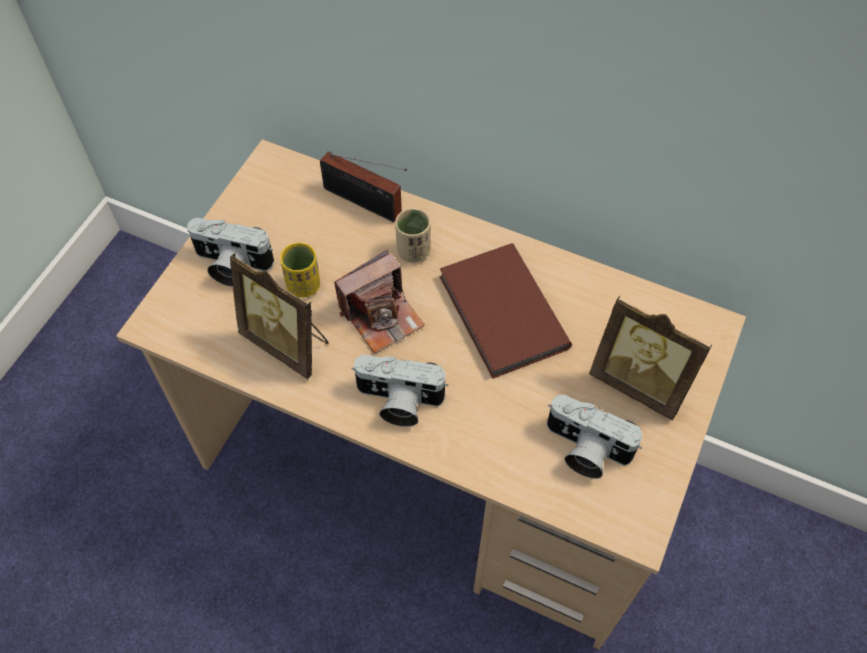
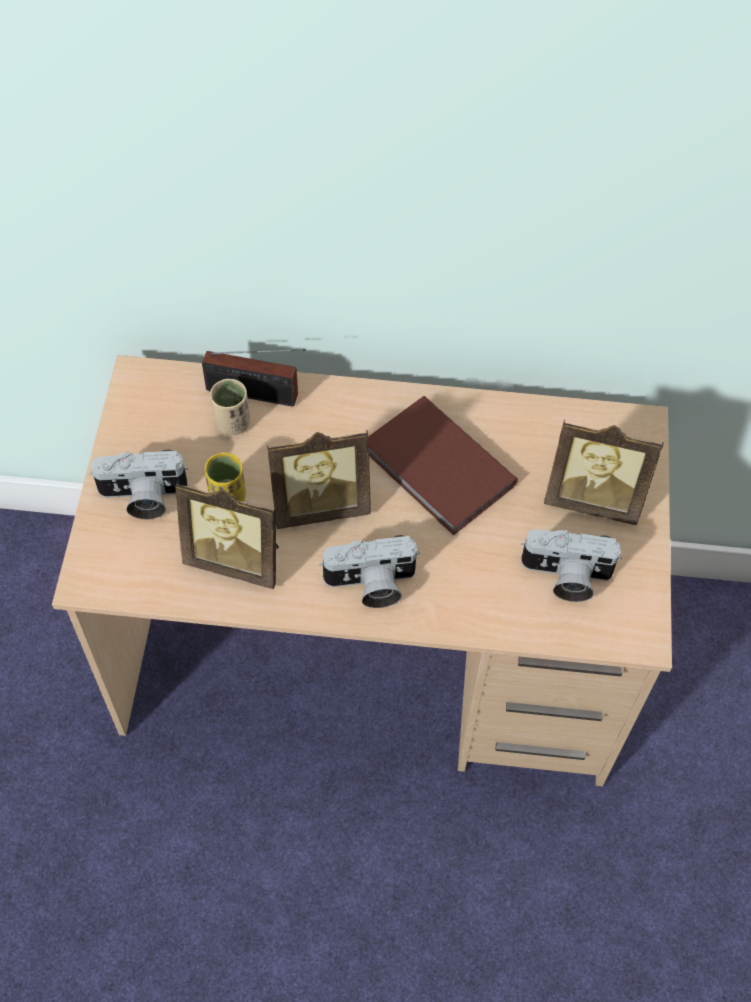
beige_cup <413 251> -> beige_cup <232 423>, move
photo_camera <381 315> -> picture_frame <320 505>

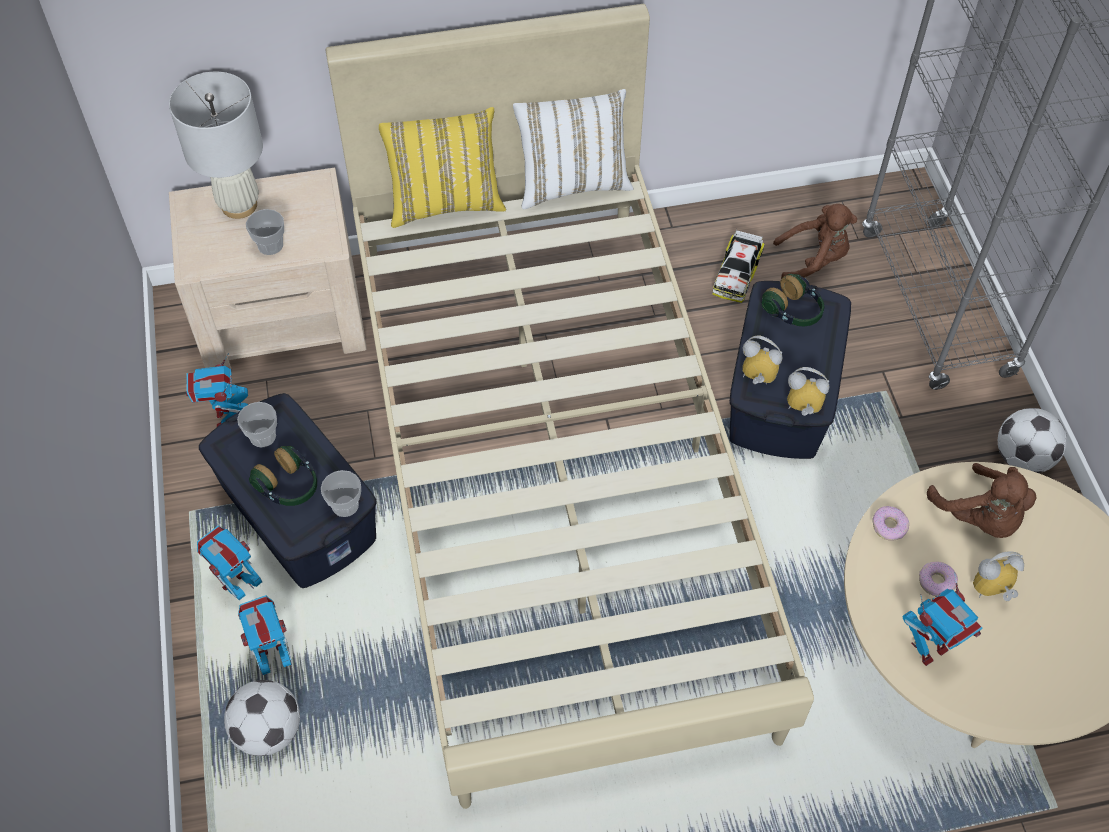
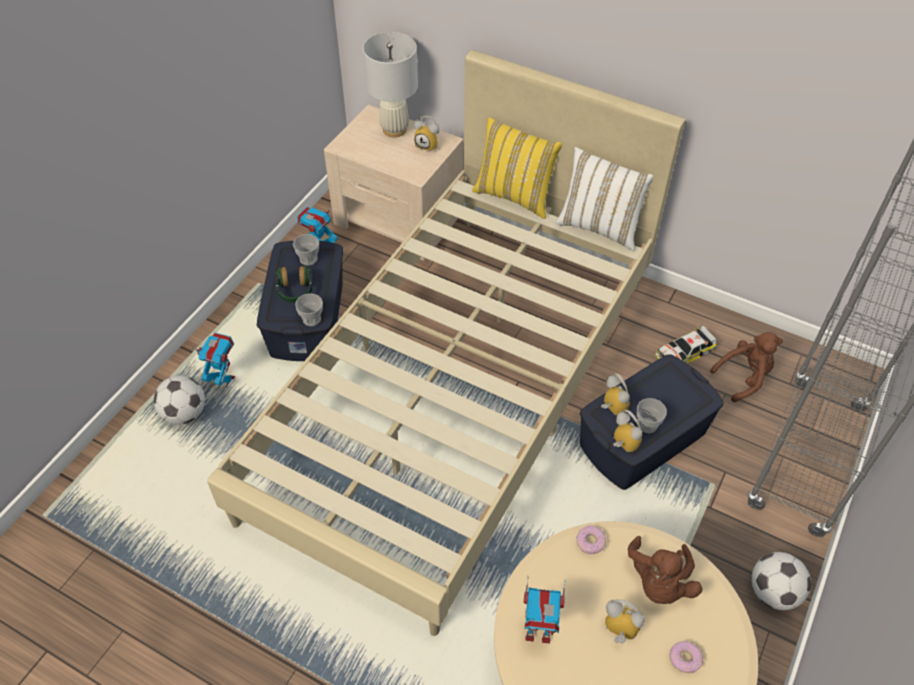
brown_plush_toy <813 261> -> brown_plush_toy <744 377>, 60 degrees counterclockwise
cup <270 245> -> cup <647 425>, move
headphones <793 311> -> none
toy_robot <239 586> -> none
donut <936 581> -> donut <684 659>, move
none -> alarm_clock <428 145>

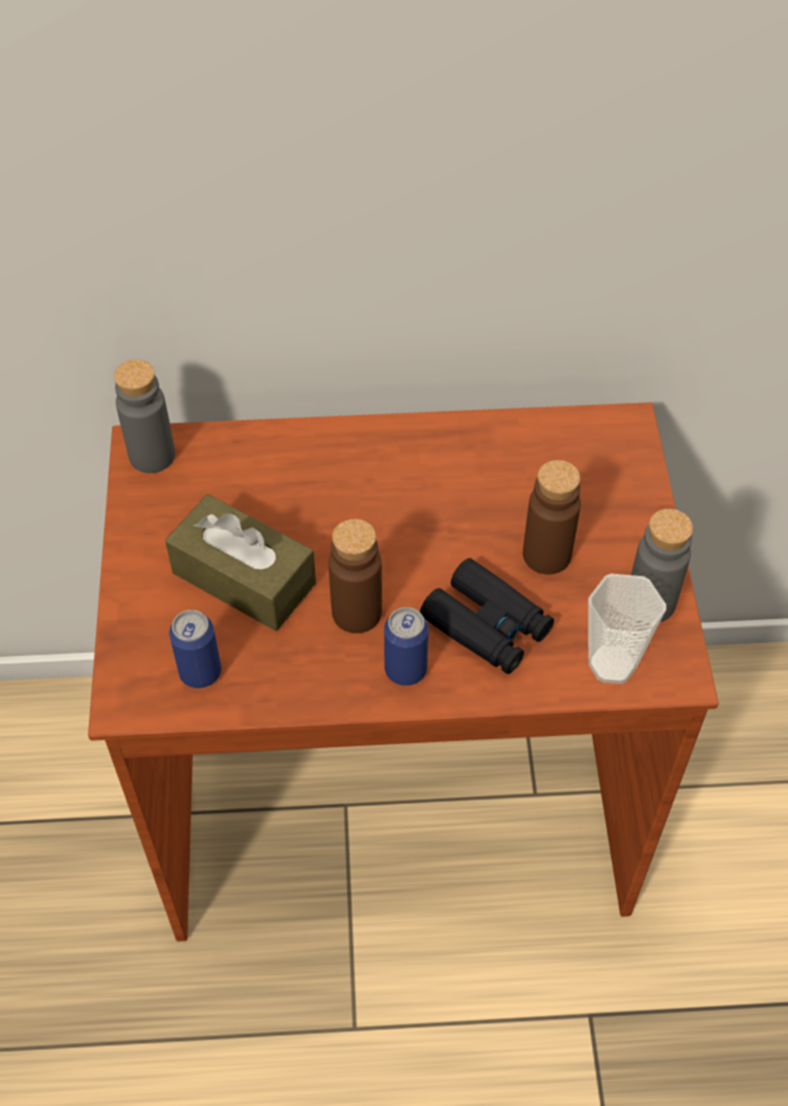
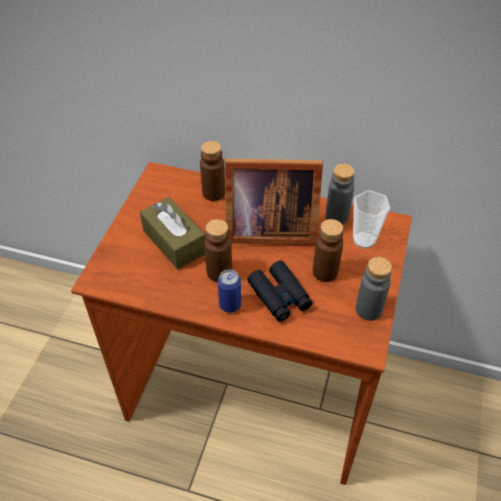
grey_bottle <152 455> -> grey_bottle <337 216>, move
cup <612 664> -> cup <364 240>, move
can <200 672> -> none
none -> brown_bottle <213 193>
none -> picture_frame <267 228>

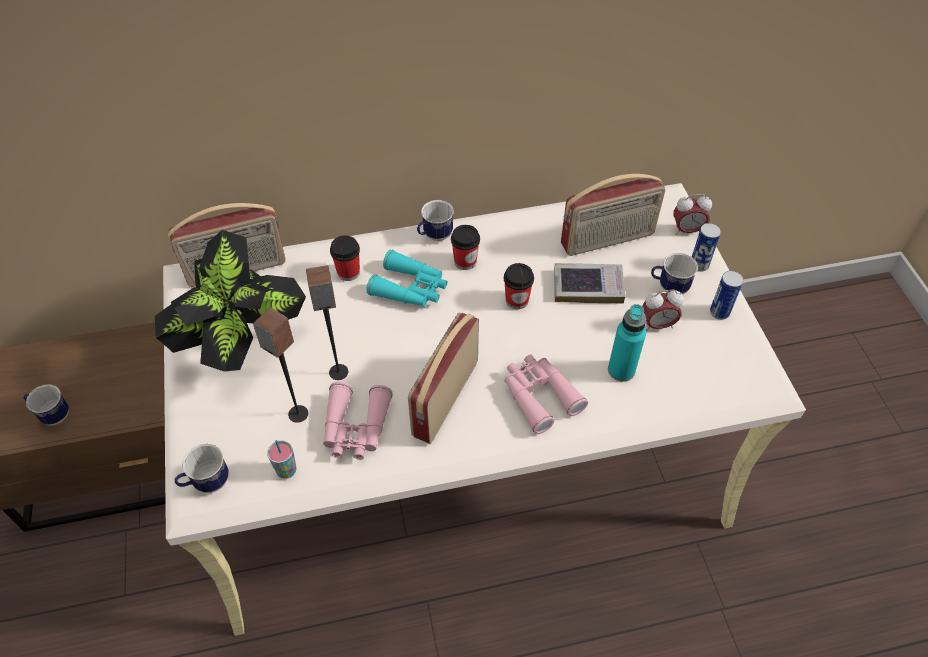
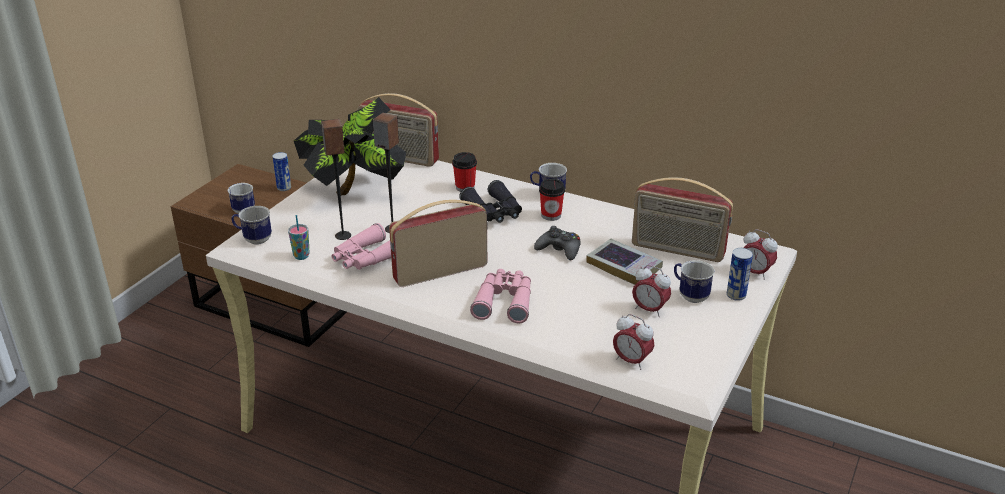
turquoise_binoculars <410 288> -> black_binoculars <494 212>
cup <517 300> -> black_game_controller <559 249>
can <719 312> -> can <284 188>, move
turquoise_bottle <621 370> -> none
none -> alarm_clock <631 361>

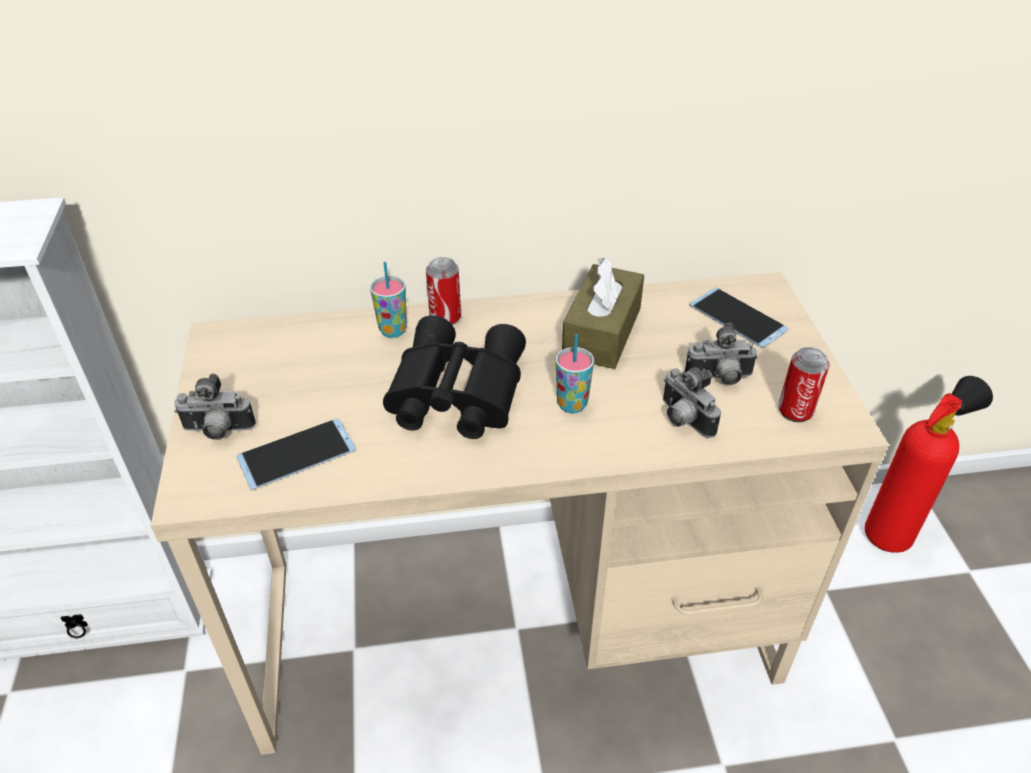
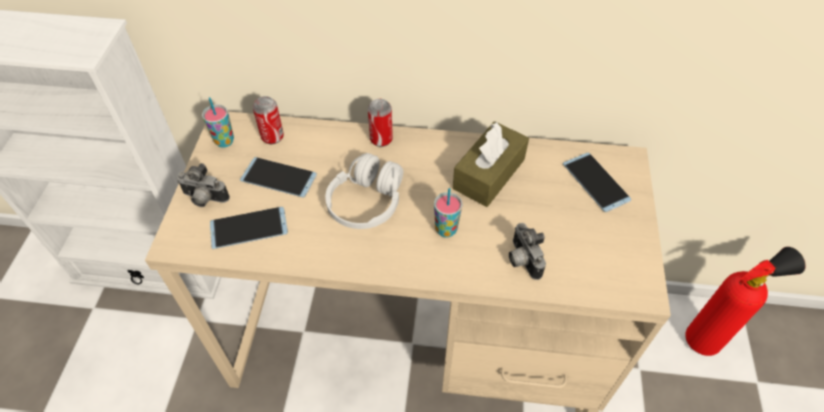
cup <393 330> -> cup <224 141>, move
black_binoculars <453 393> -> white_headphones <366 202>
photo_camera <719 379> -> none
can <795 411> -> can <272 137>, move
none -> phone <279 177>

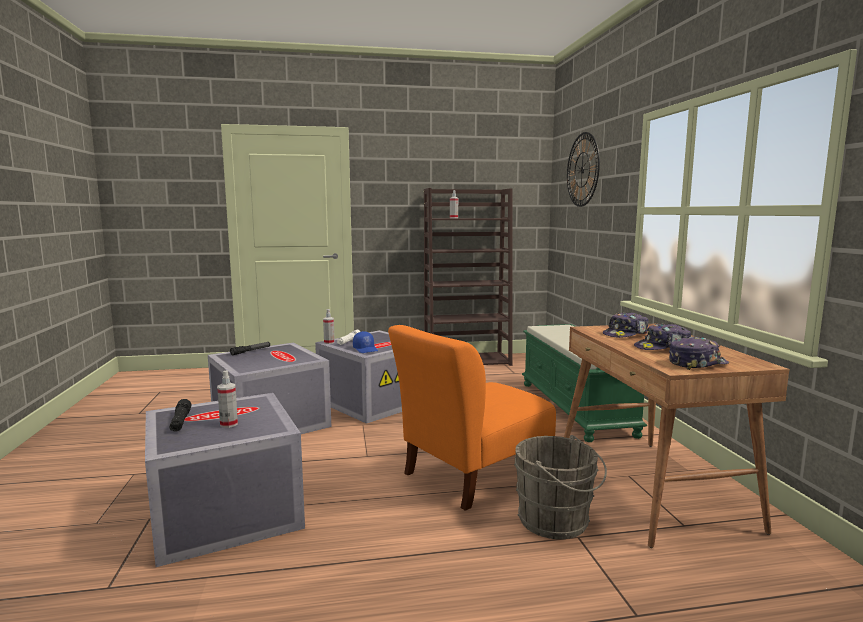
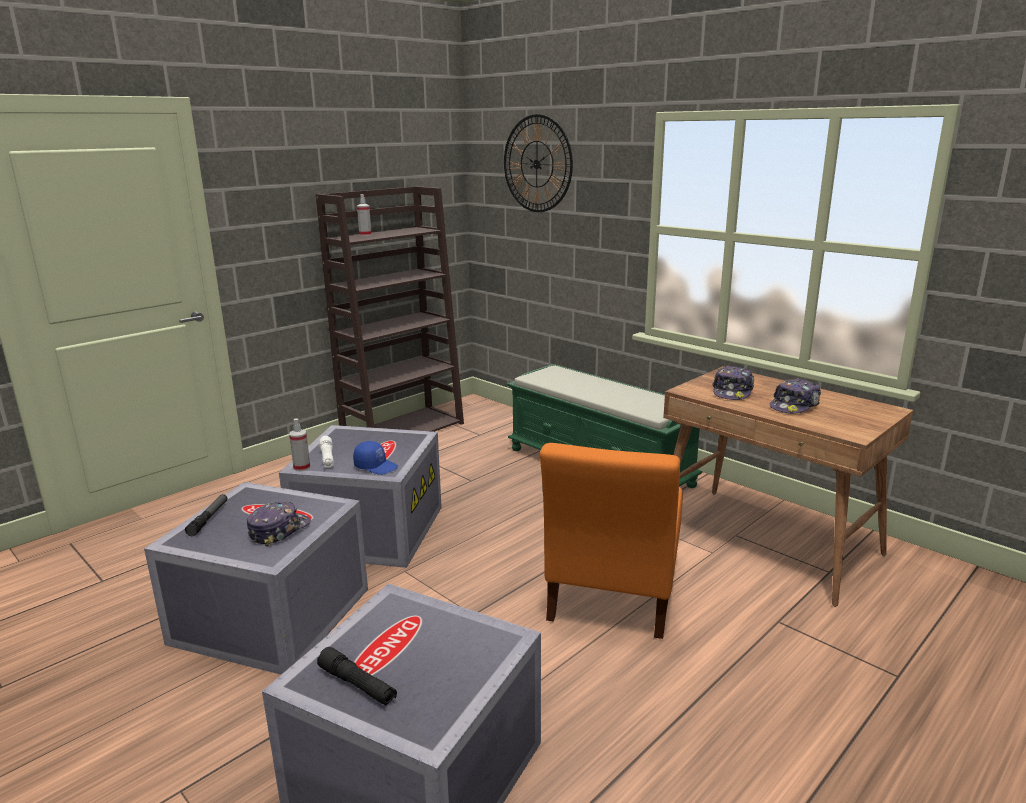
cap <697 363> -> cap <279 530>, move
spray_bottle <229 424> -> none
grey_bucket <557 522> -> none

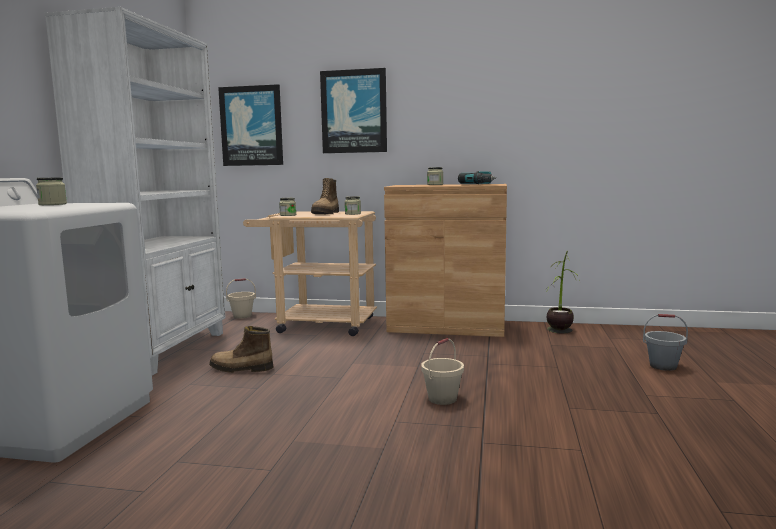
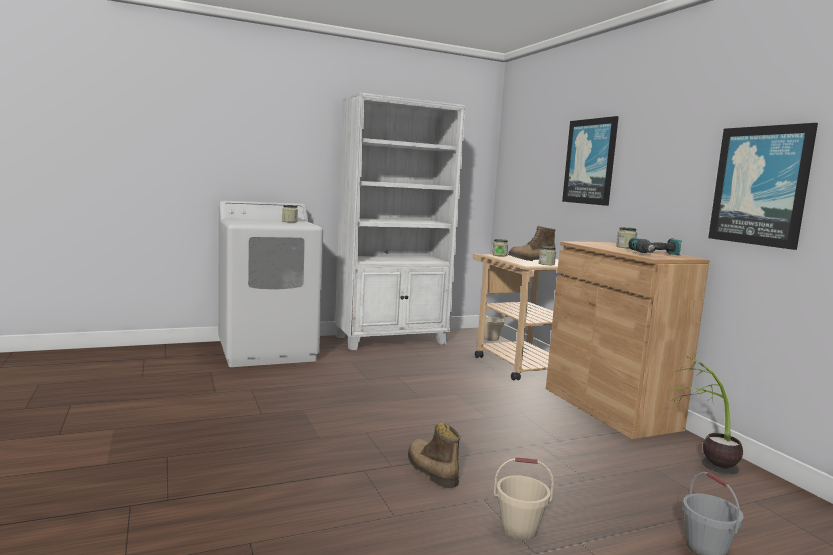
picture <251 126> -> picture <760 185>, move
boot <241 369> -> boot <430 470>, move
beige_bucket <442 399> -> beige_bucket <519 529>, move

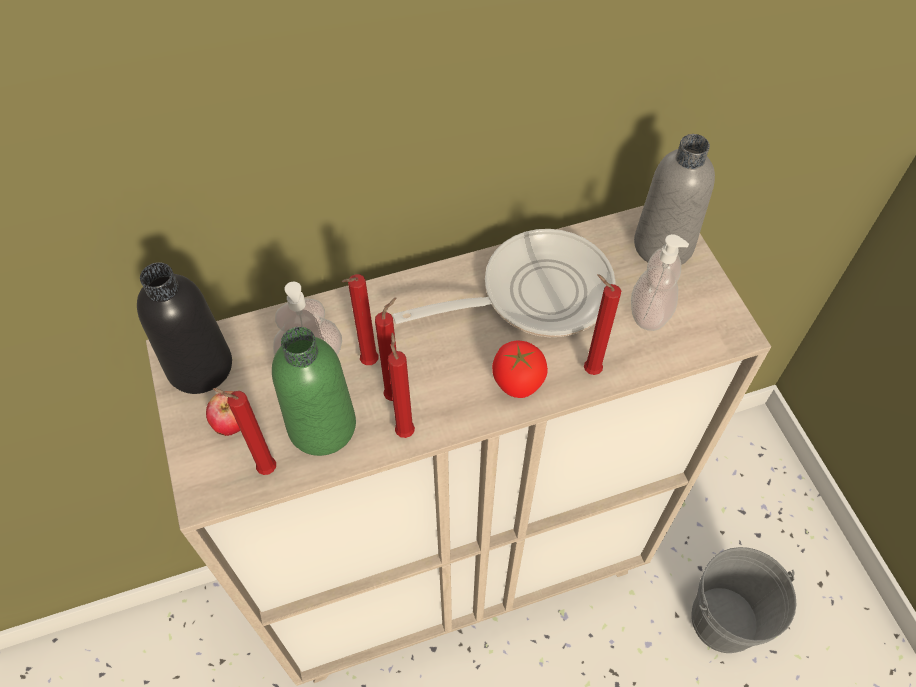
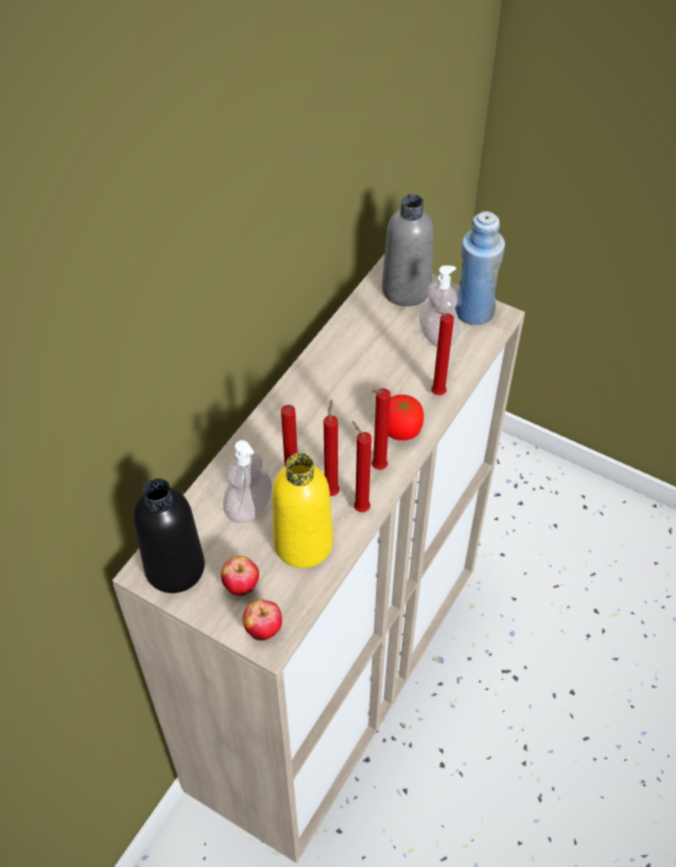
frying_pan <535 293> -> none
green_bottle <322 426> -> yellow_bottle <303 543>
red_candle <264 468> -> red_candle <377 468>, move
grey_bucket <724 619> -> none
none -> blue_bottle <474 311>
none -> apple <263 629>

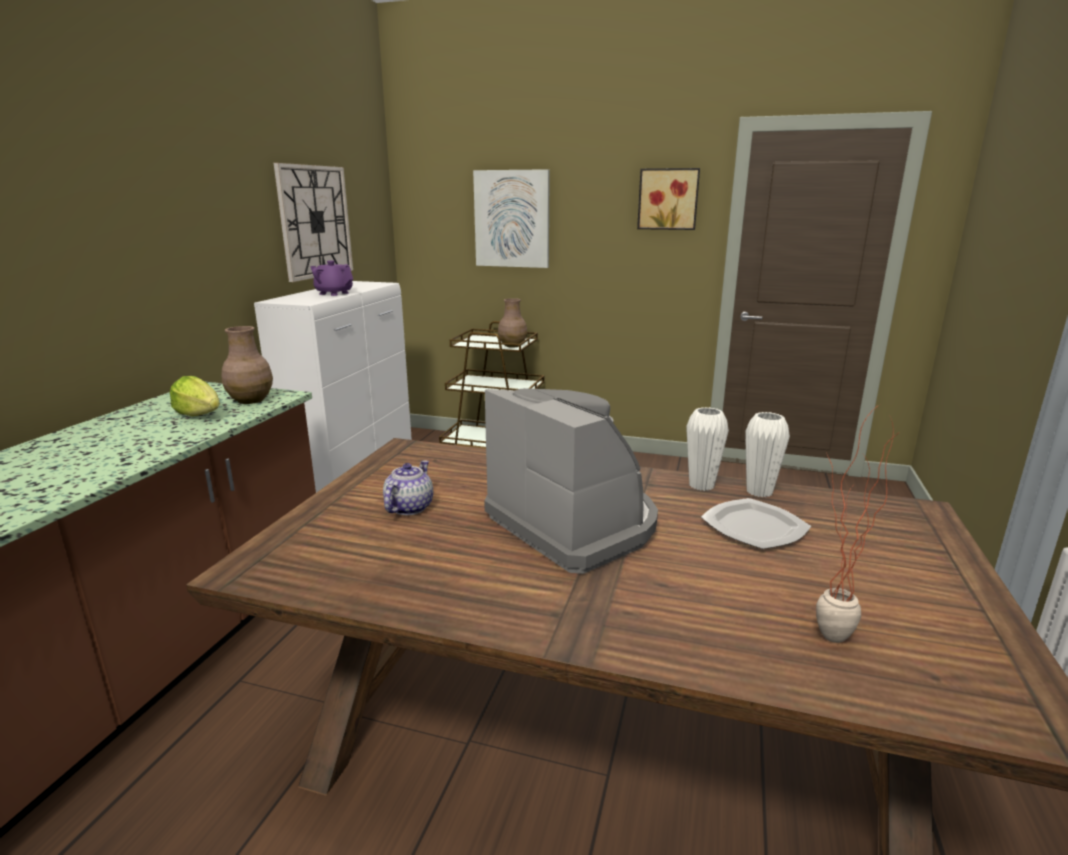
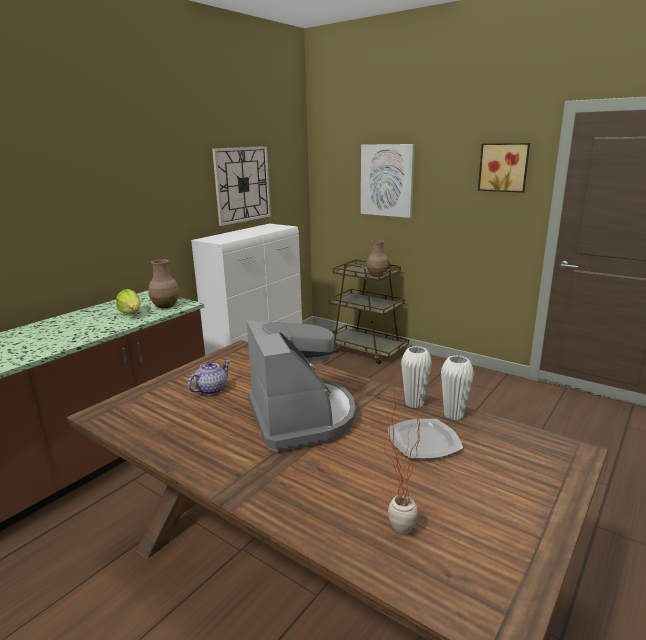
purple_teapot <334 293> -> none

